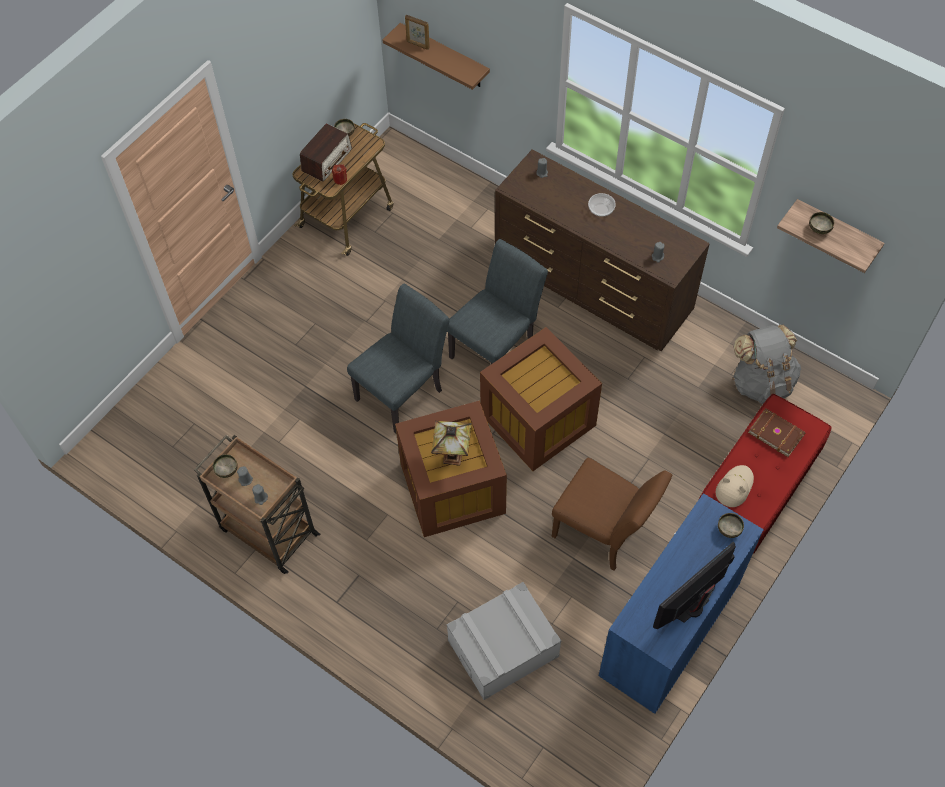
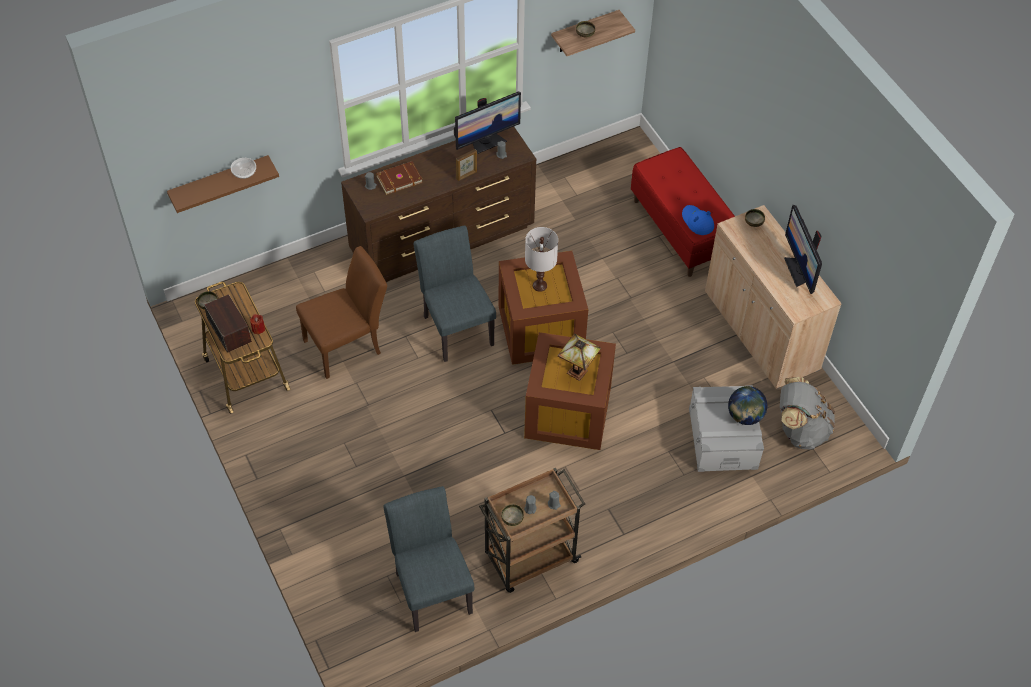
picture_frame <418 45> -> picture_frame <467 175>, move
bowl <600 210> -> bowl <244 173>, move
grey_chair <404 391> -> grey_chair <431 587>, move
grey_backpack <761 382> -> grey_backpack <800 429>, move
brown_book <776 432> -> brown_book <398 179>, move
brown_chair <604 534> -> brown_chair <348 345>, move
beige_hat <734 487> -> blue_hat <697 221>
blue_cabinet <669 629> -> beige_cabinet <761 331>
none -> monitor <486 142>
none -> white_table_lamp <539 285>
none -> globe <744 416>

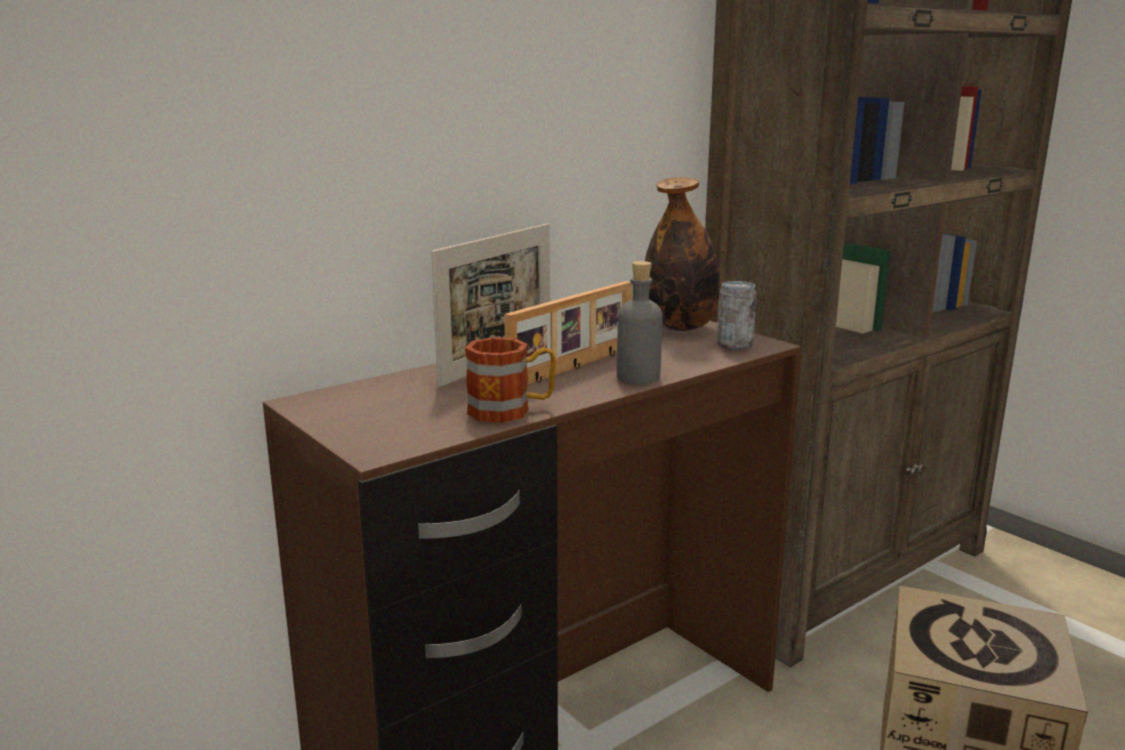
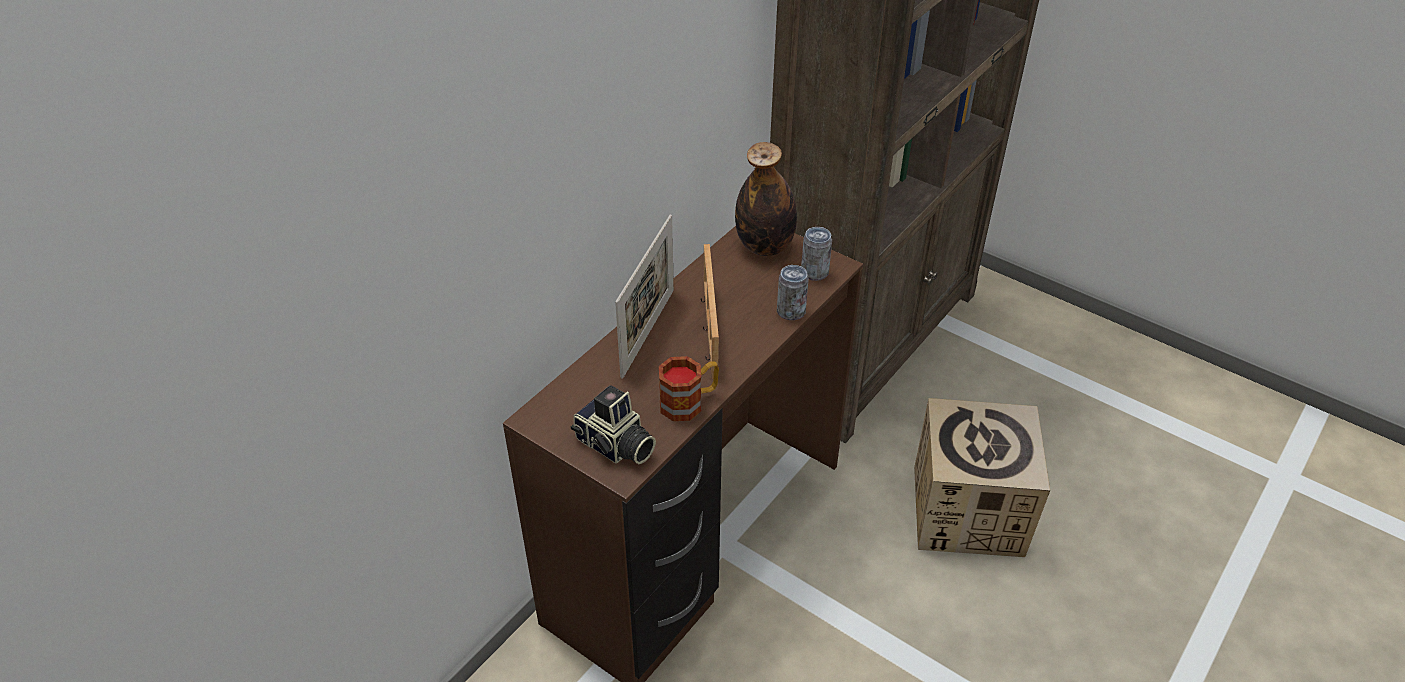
grey_bottle <638 377> -> none
picture_frame <574 367> -> picture_frame <708 330>, 150 degrees clockwise
none -> can <791 312>
none -> photo_camera <615 446>

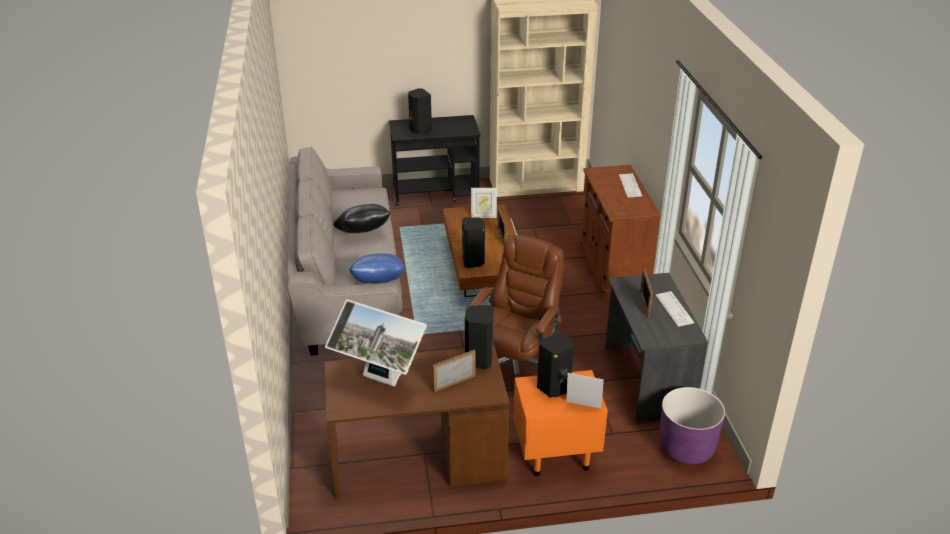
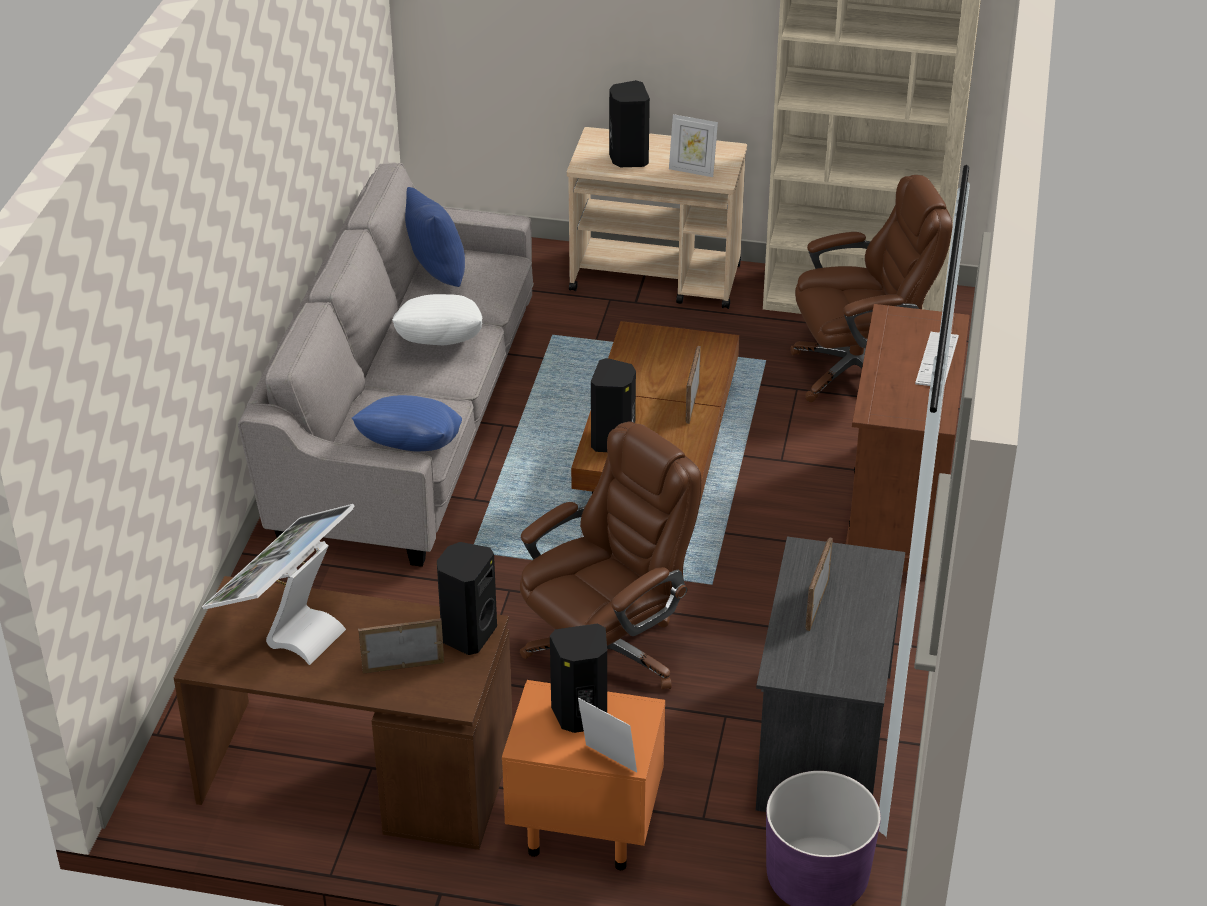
black_cart <436 193> -> beige_cart <657 278>
picture_frame <483 216> -> picture_frame <692 170>, move
black_pillow <363 233> -> white_pillow <438 346>
keyboard <674 309> -> none
monitor <380 380> -> monitor <291 630>, 75 degrees clockwise
none -> brown_office_chair <859 372>
none -> blue_pillow <434 275>

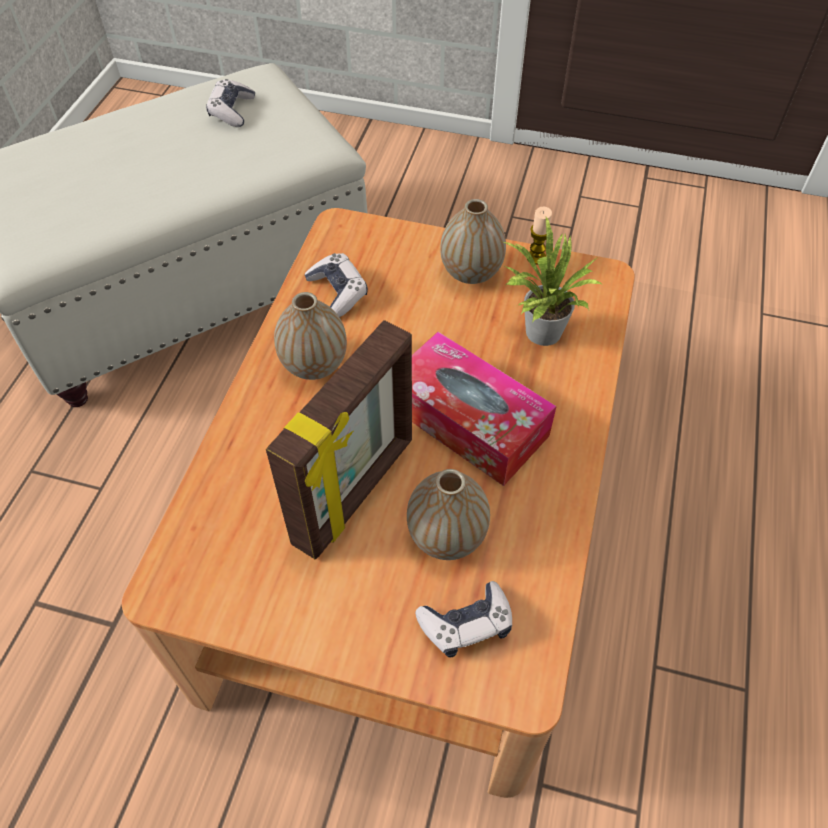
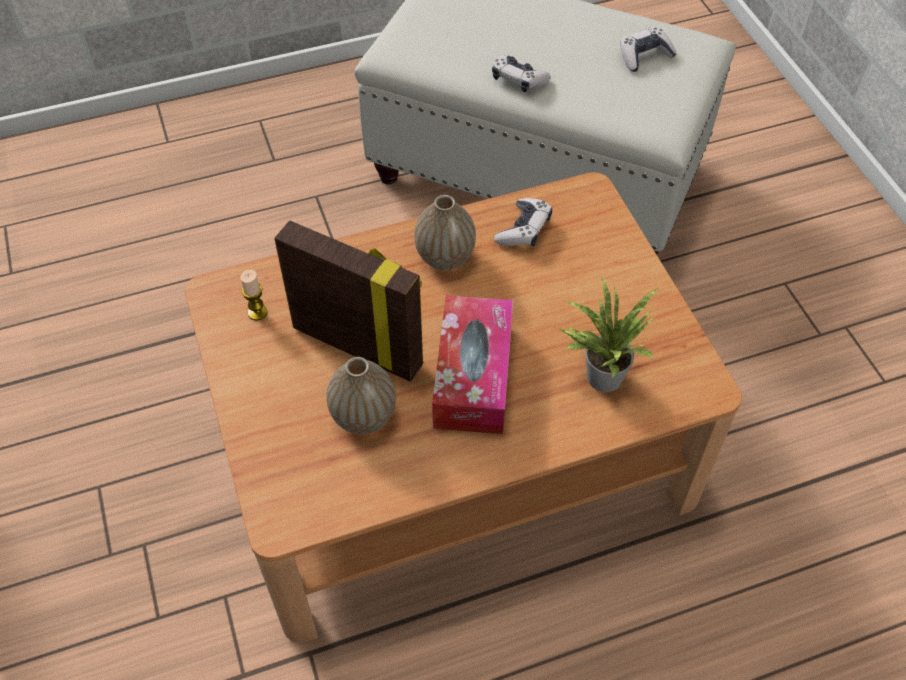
vase <471 272> -> none
candle <536 257> -> candle <257 312>, move
picture_frame <356 492> -> picture_frame <359 345>, 150 degrees counterclockwise
game_controller <466 624> -> game_controller <518 79>, move

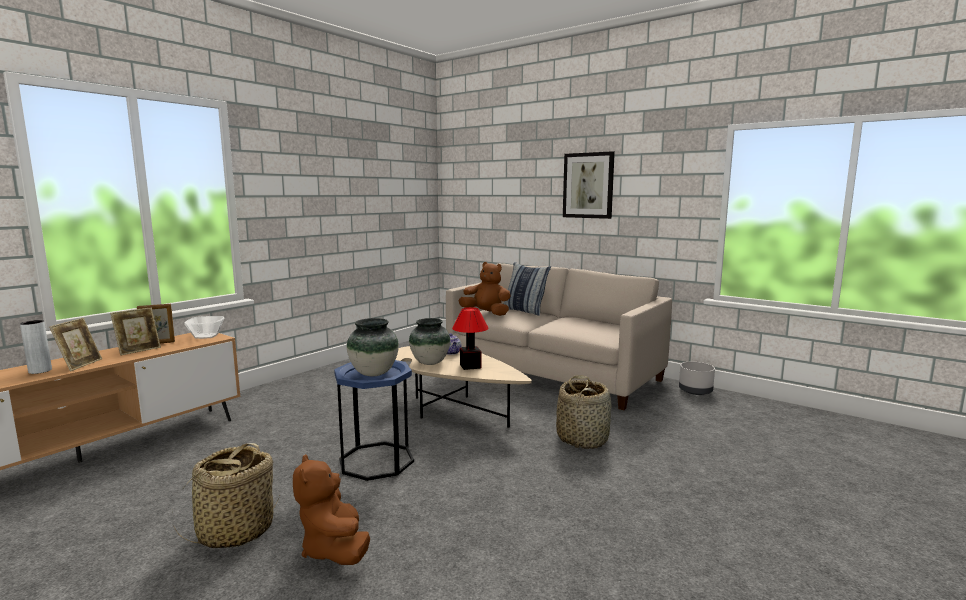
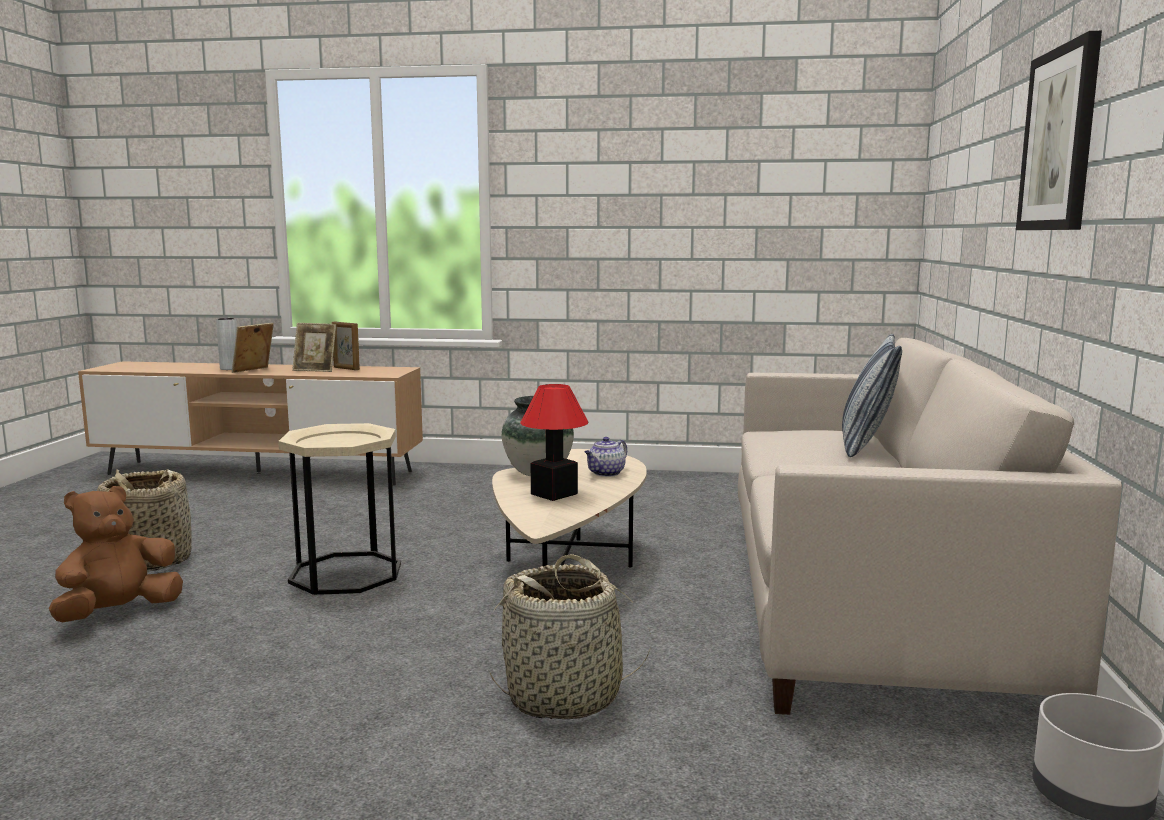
brown_plush_toy <486 313> -> none
bowl <206 336> -> none
picture_frame <80 365> -> picture_frame <254 370>, 150 degrees clockwise
vase <374 373> -> none
blue_side_table <376 461> -> beige_side_table <346 573>

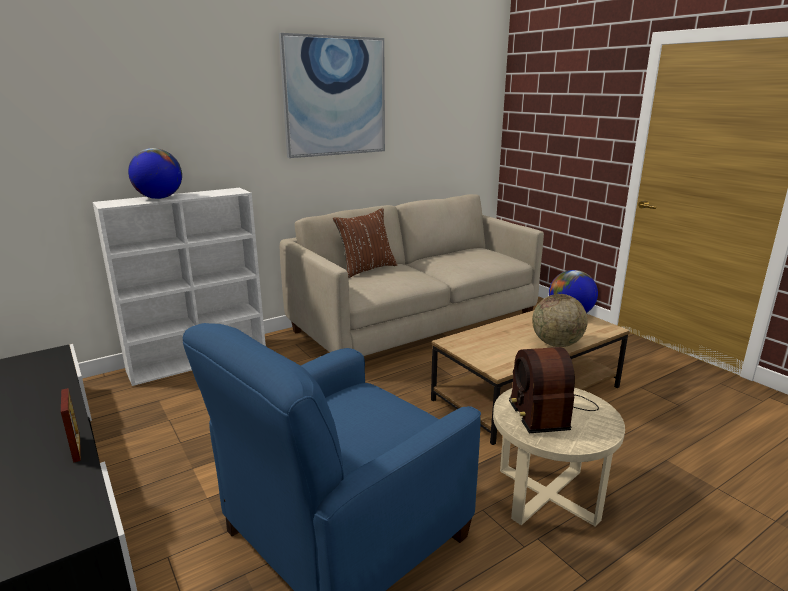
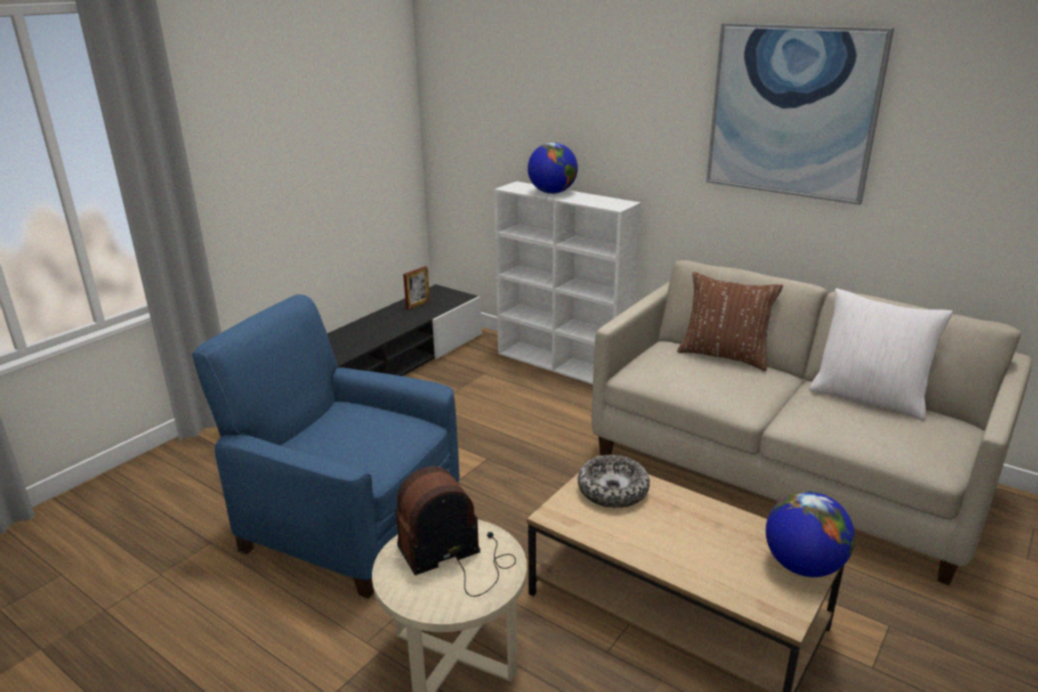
globe <556 344> -> none
picture_frame <76 449> -> picture_frame <418 304>, move
none -> white_pillow <868 397>
none -> bowl <613 490>

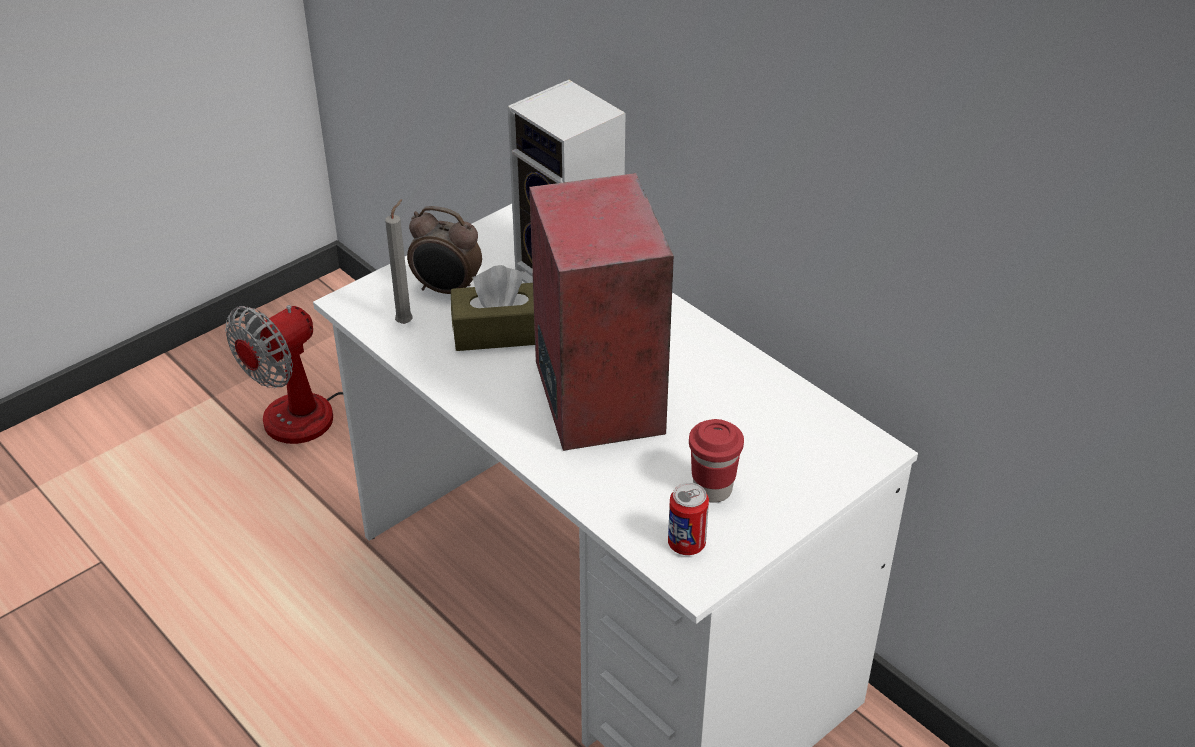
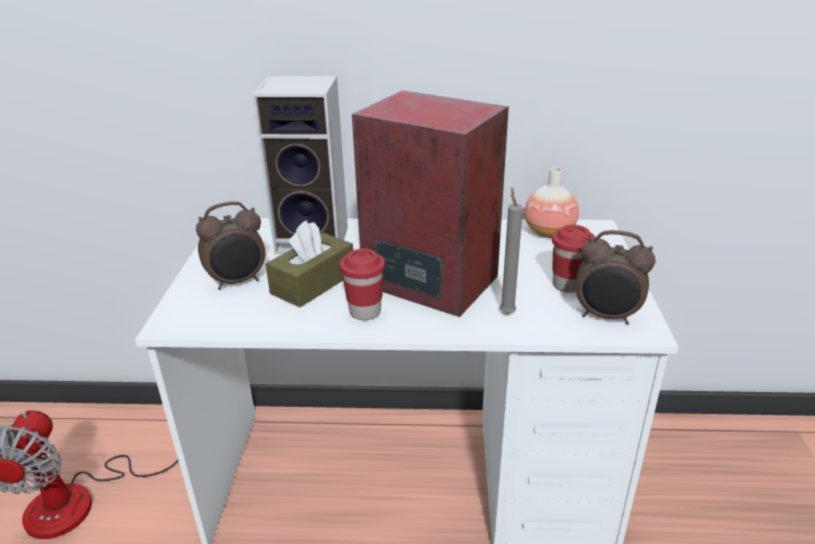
grey_candle <406 322> -> grey_candle <506 312>, move
can <686 544> -> alarm_clock <606 317>
none -> vase <549 232>
none -> red_cup <365 312>

